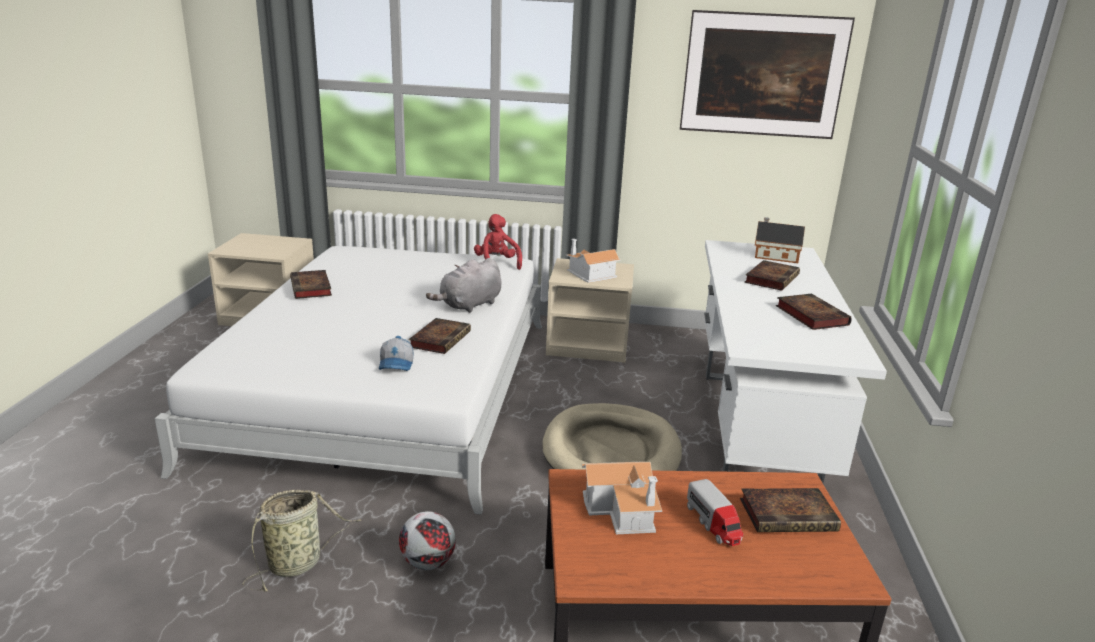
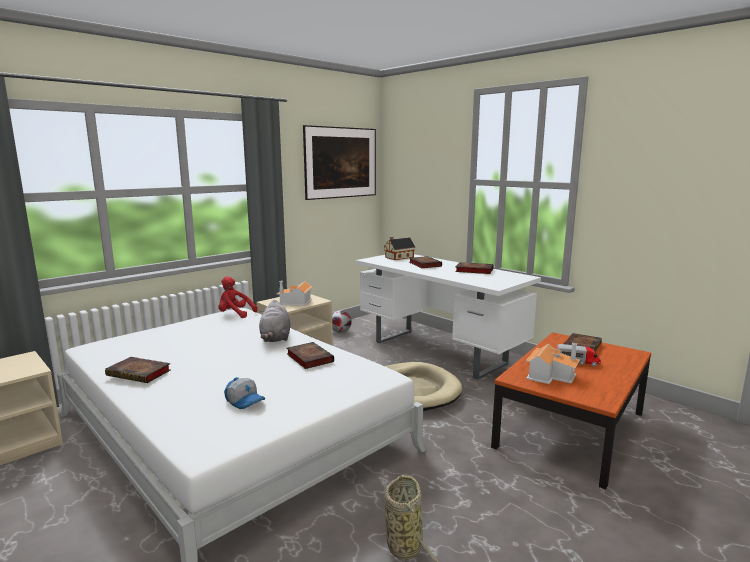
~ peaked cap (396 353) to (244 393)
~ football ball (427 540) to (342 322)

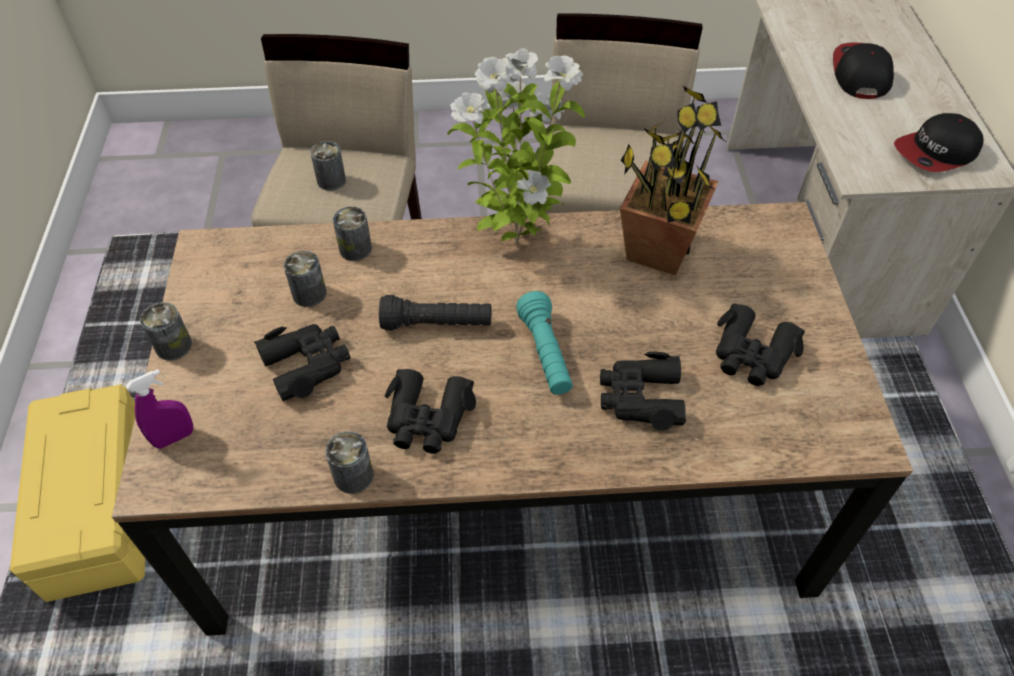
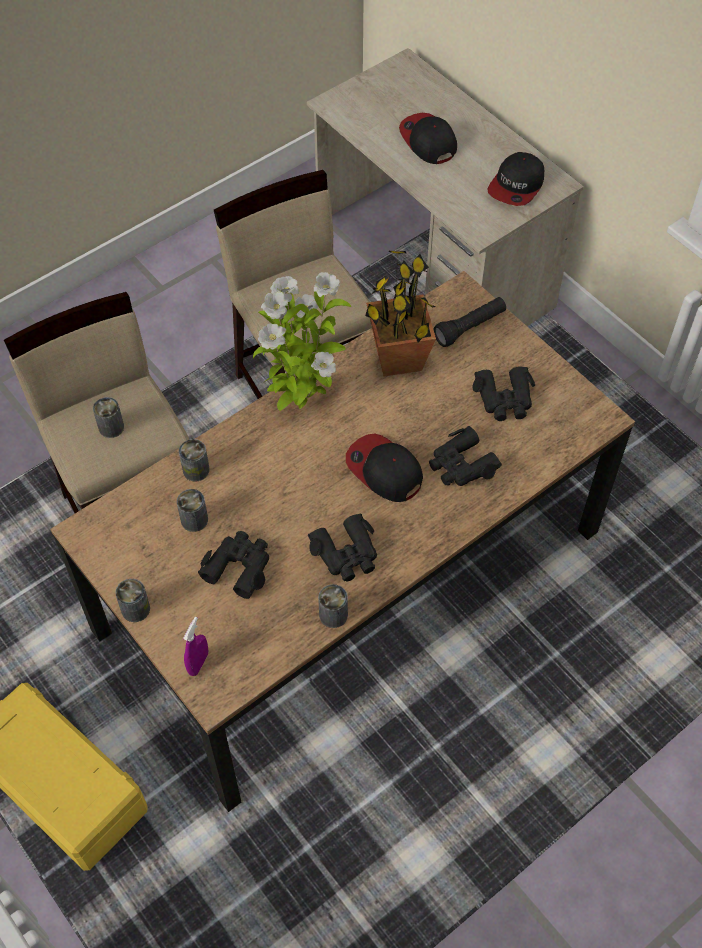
~ turquoise hand torch (544 343) to peaked cap (384 467)
~ black-coloured hand torch (435 312) to (469 322)

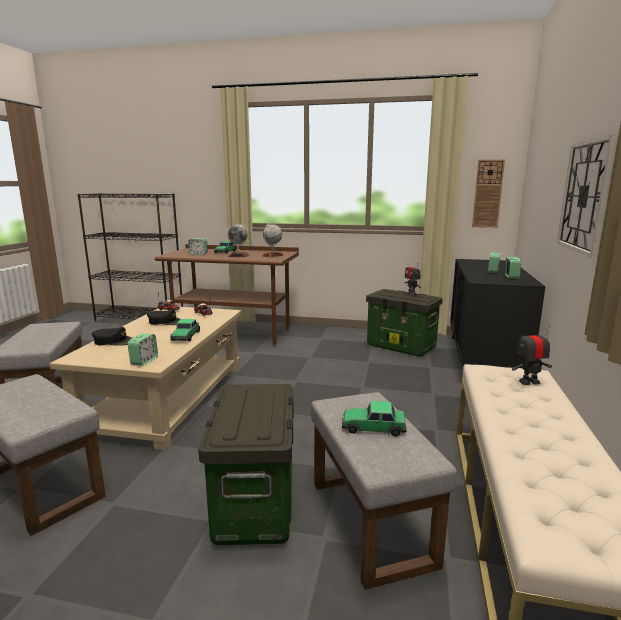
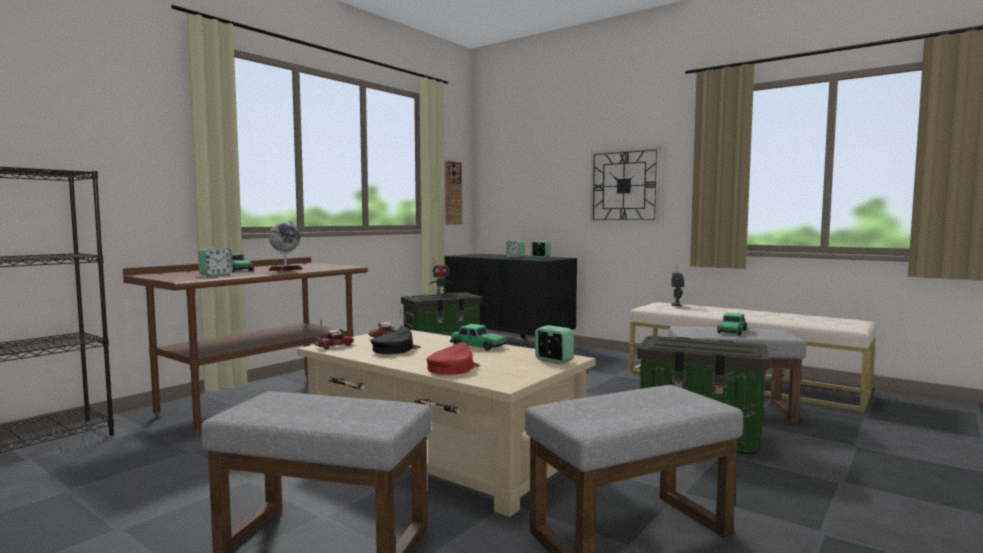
~ black-coloured peaked cap (112 336) to red peaked cap (453 359)
- desk globe (273 240)

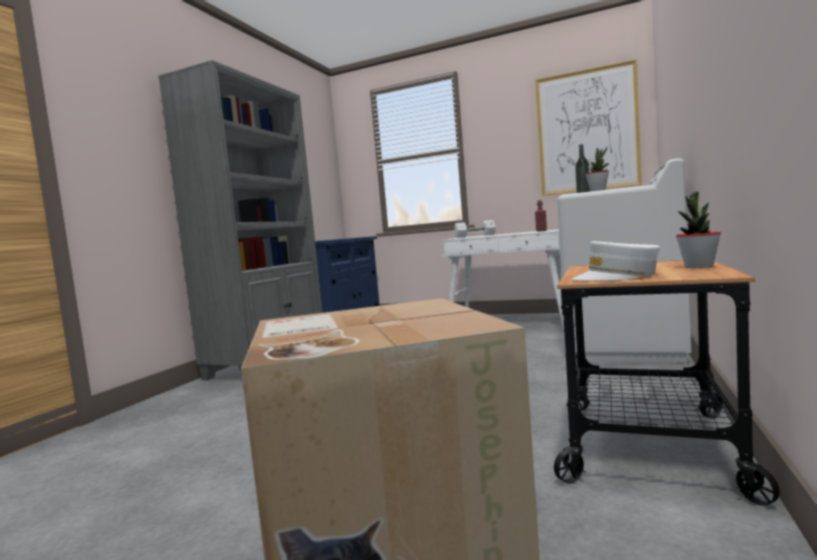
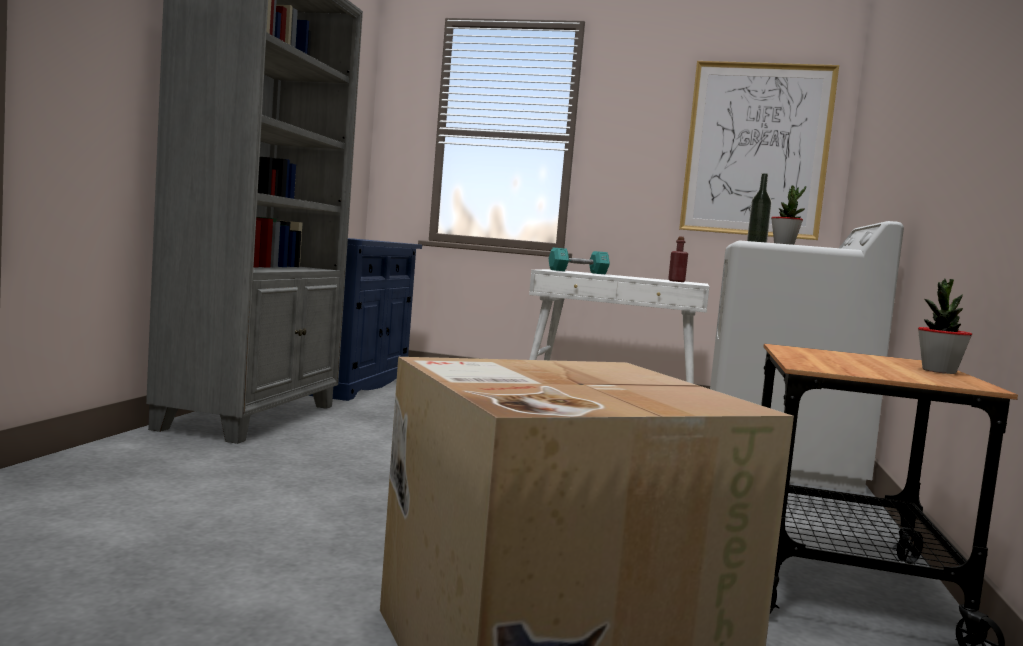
~ white-coloured free weight (475 229) to turquoise free weight (579 261)
- white-coloured peaked cap (616 261)

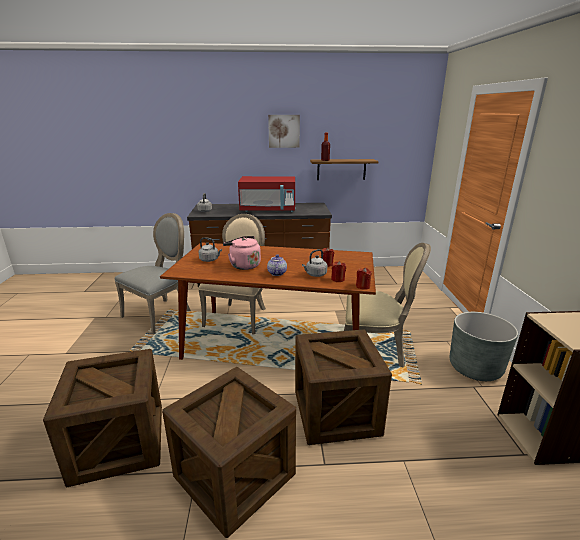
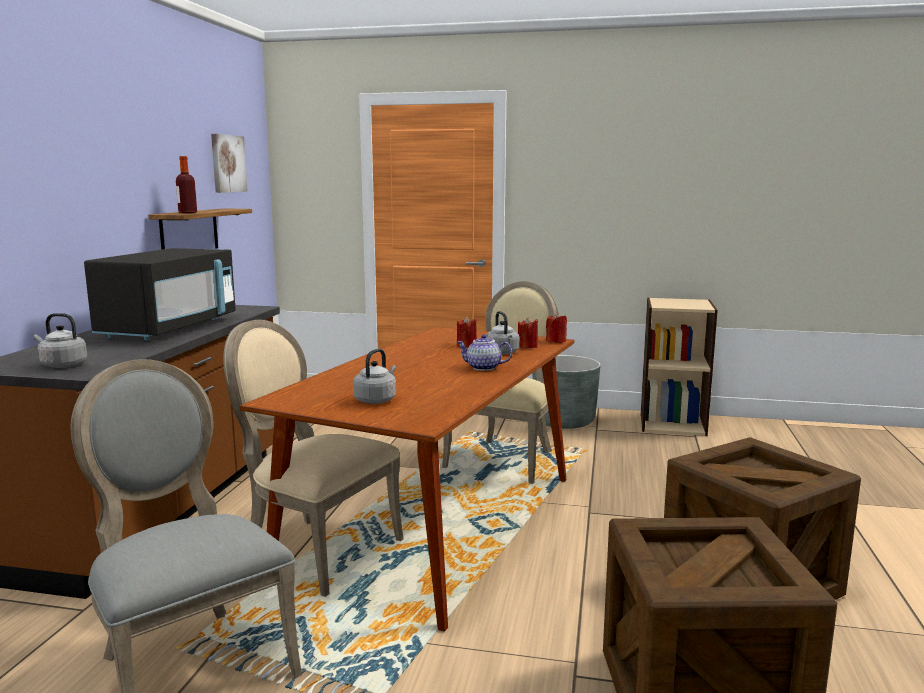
~ red microwave oven (266 194) to black-coloured microwave oven (160 294)
~ wall picture (284 131) to (229 163)
- pinkish kettle (242 253)
- shipping crate (343 387)

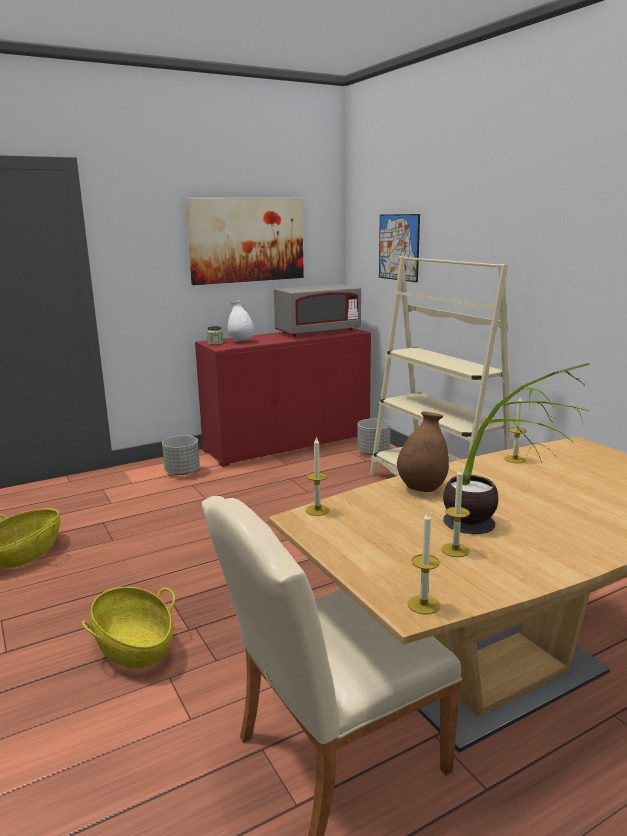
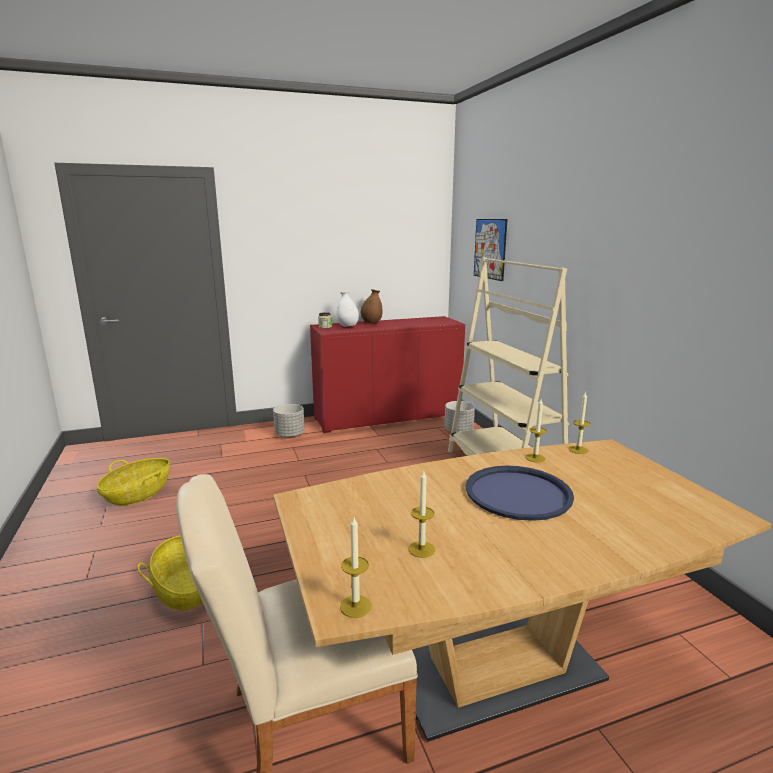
~ brown-coloured flower vase (423 452) to (372 306)
+ bluish tray (520 493)
~ candle (318 476) to (579 423)
- wall picture (244 241)
- gray microwave oven (317 310)
- houseplant (516 448)

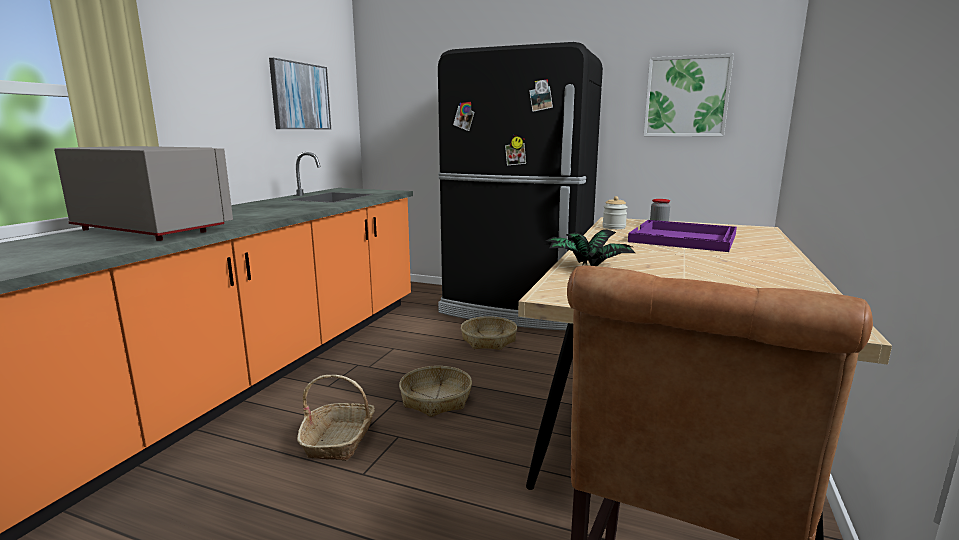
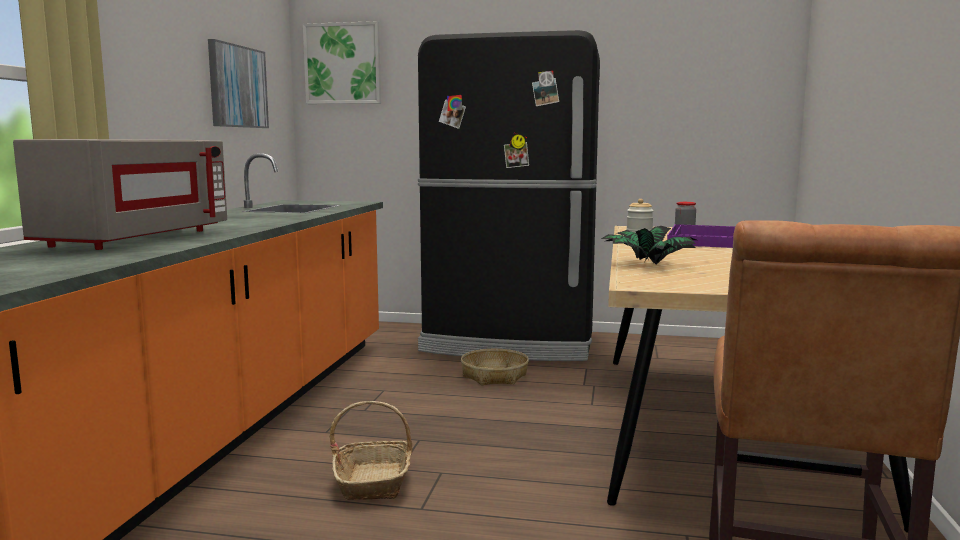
~ gray microwave oven (143 193) = (120 194) 90 degrees clockwise
~ wall picture (688 95) to (342 62)
- storage basket (435 391)

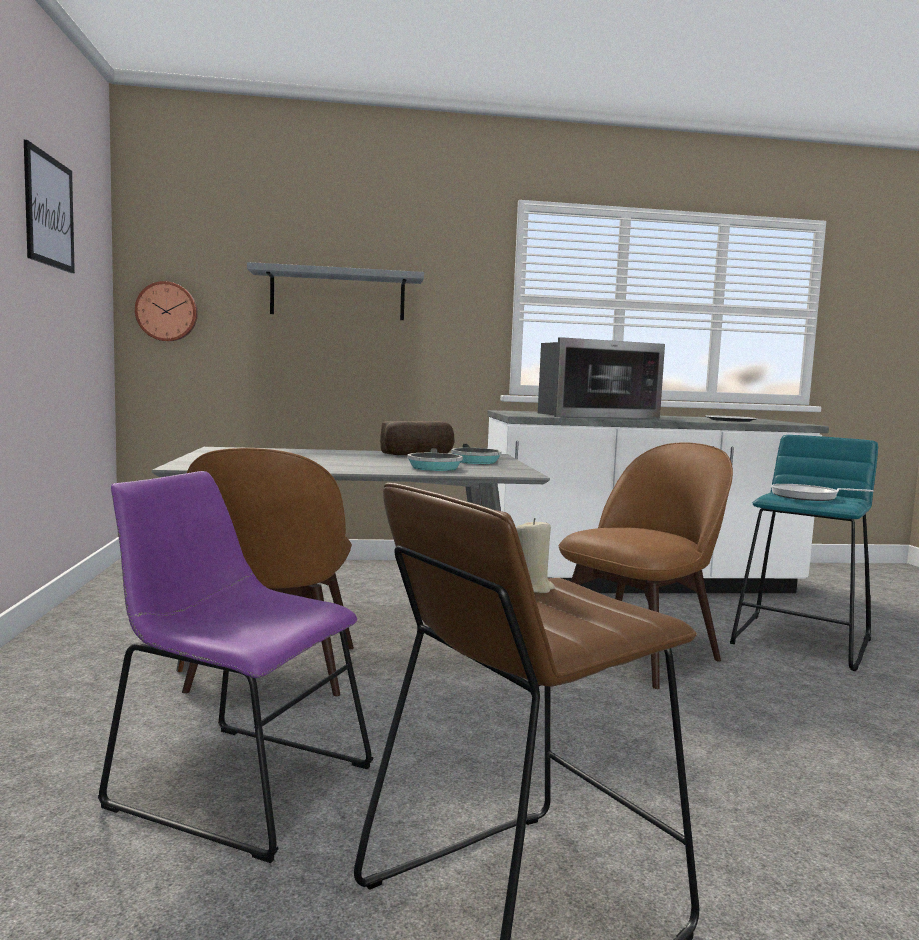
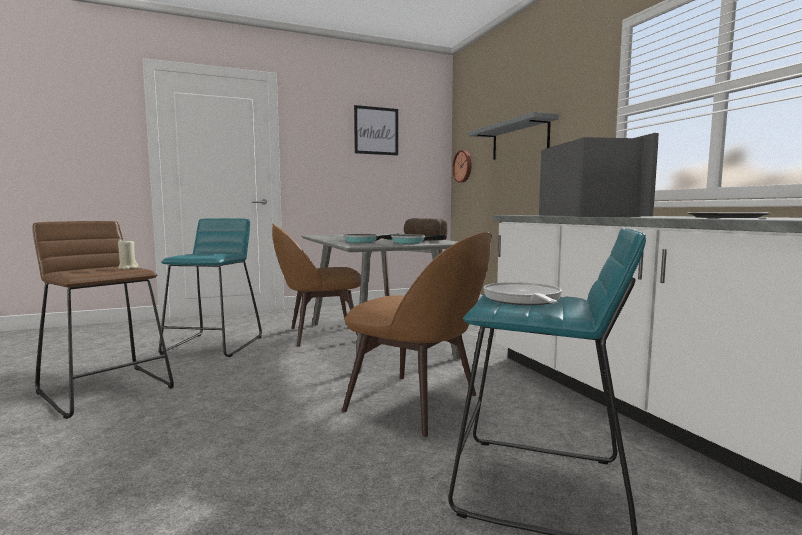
~ purple-coloured upright chair (235 667) to turquoise stool seat (210 287)
~ microwave oven (601 378) = (599 174) 150 degrees counterclockwise

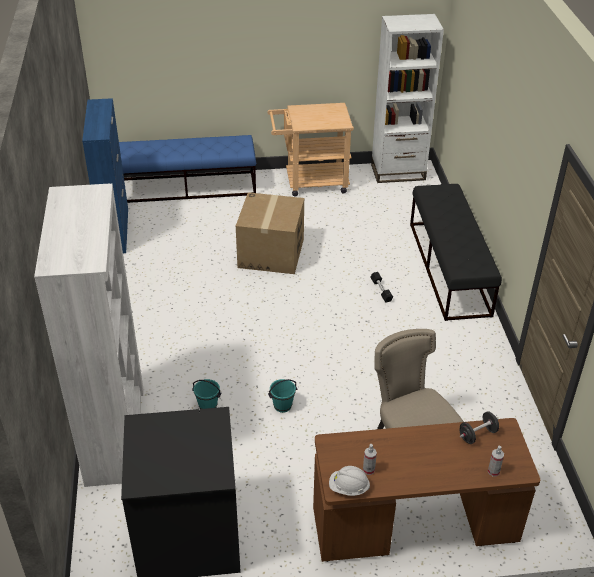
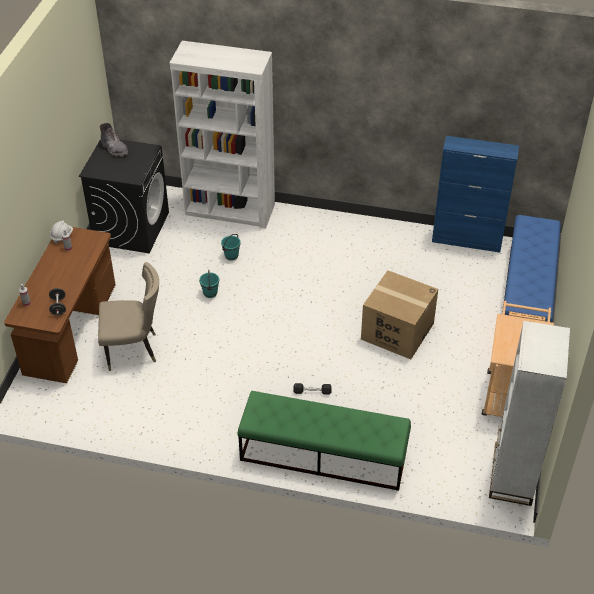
+ gray high-top boot (114 140)
~ black-coloured long seat (456 252) to green long seat (324 441)

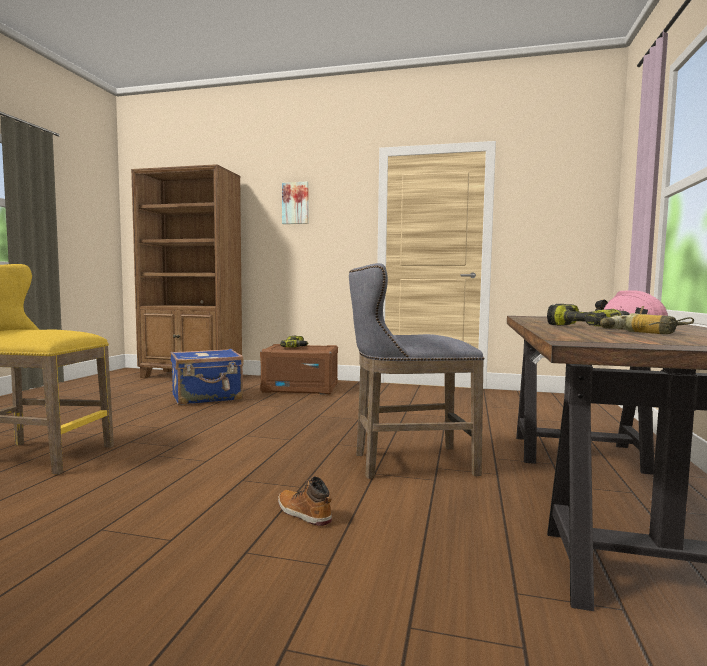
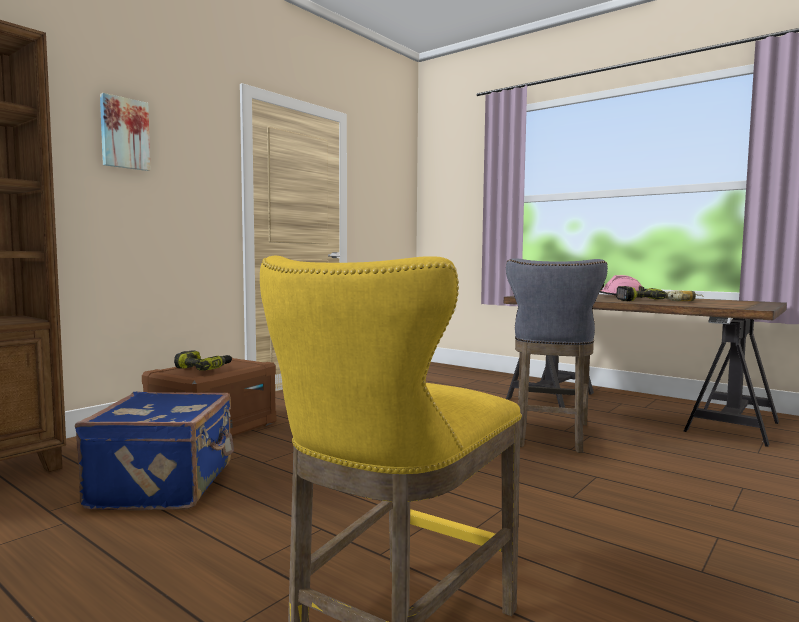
- high-top boot (305 501)

